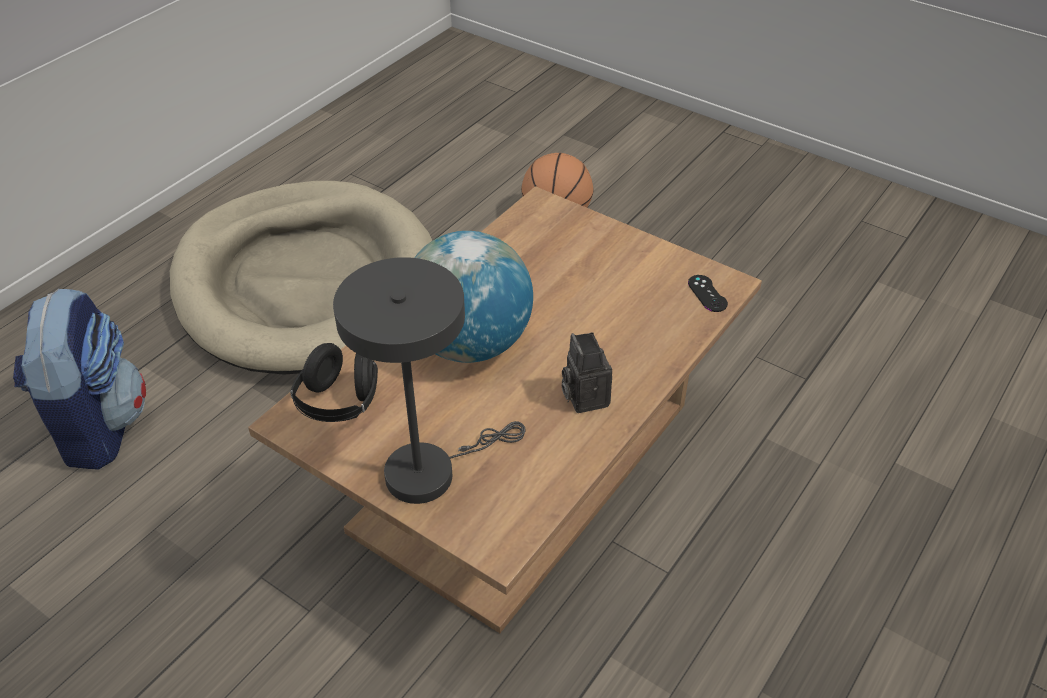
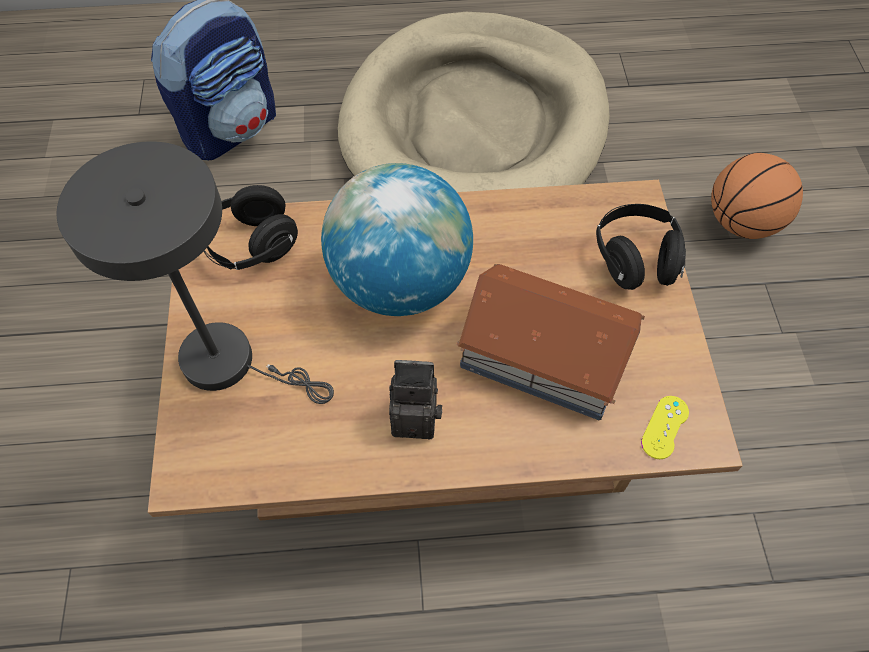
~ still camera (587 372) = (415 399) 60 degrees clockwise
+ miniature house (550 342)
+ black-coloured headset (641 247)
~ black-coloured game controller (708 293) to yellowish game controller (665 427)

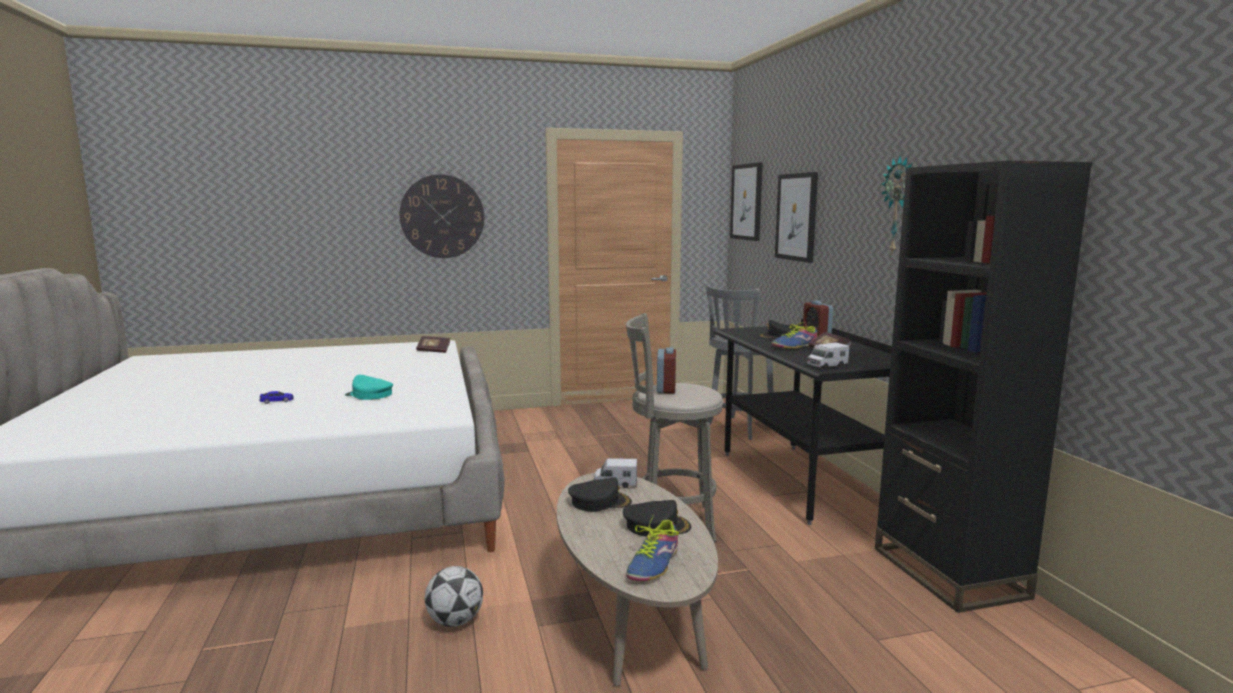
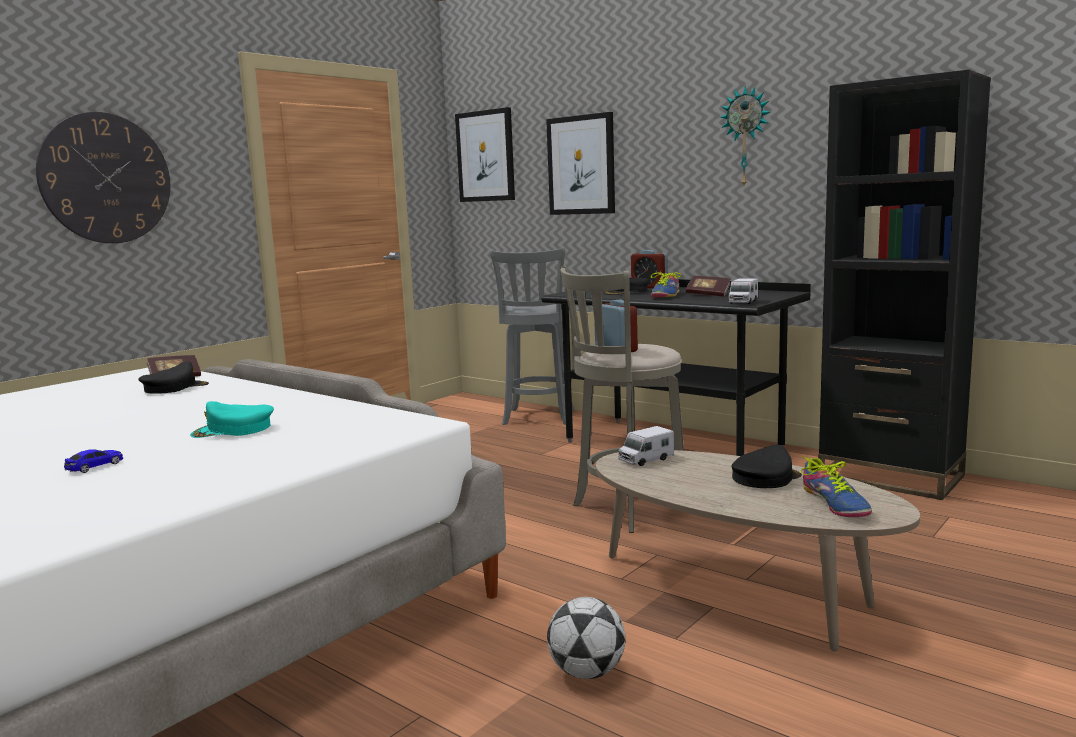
~ black-coloured peaked cap (600 494) to (173 377)

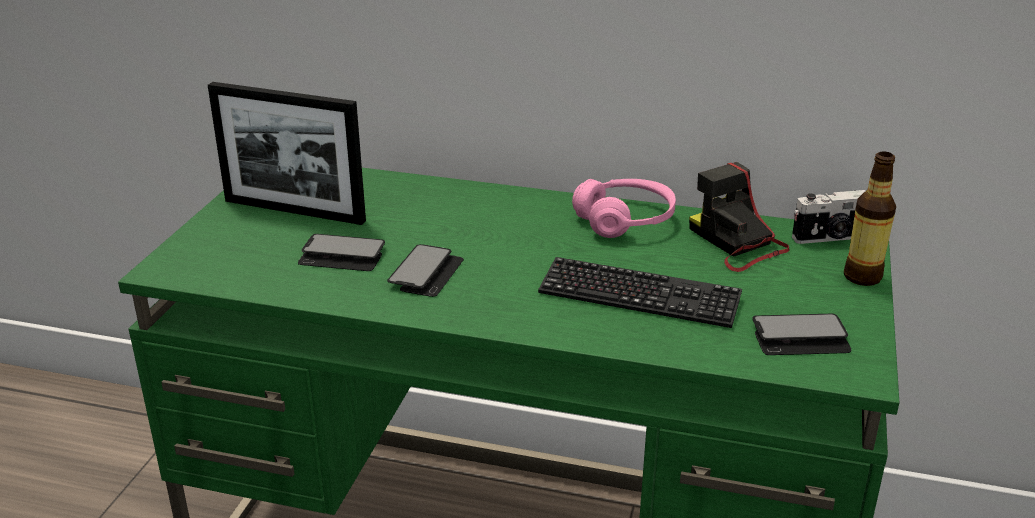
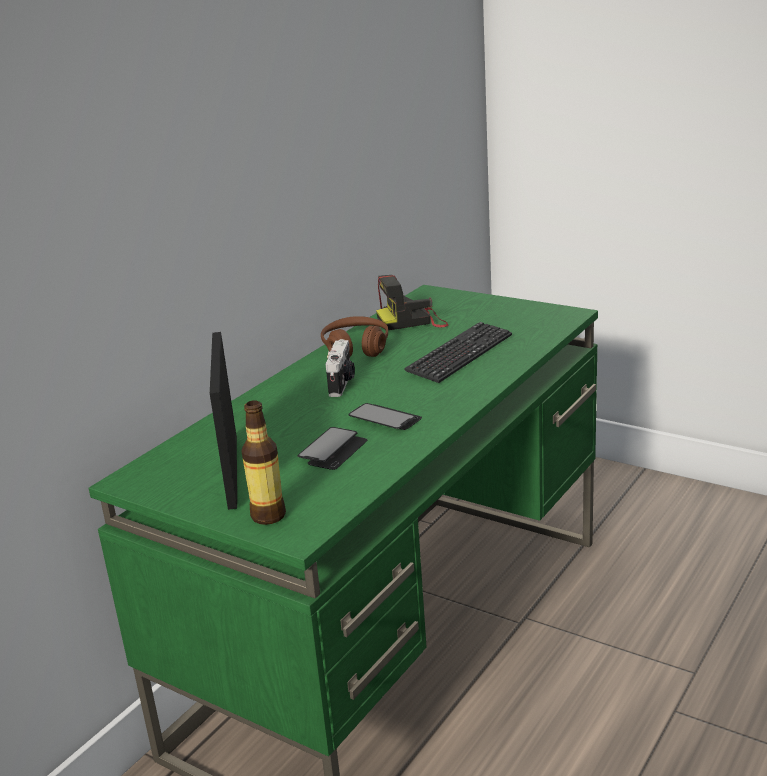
~ standing frame (287 153) = (223 421) 135 degrees clockwise
~ bottle (870 218) to (264 462)
~ pinkish headset (624 208) to brown-coloured headset (354 336)
~ still camera (828 217) to (340 368)
- phone (802 334)

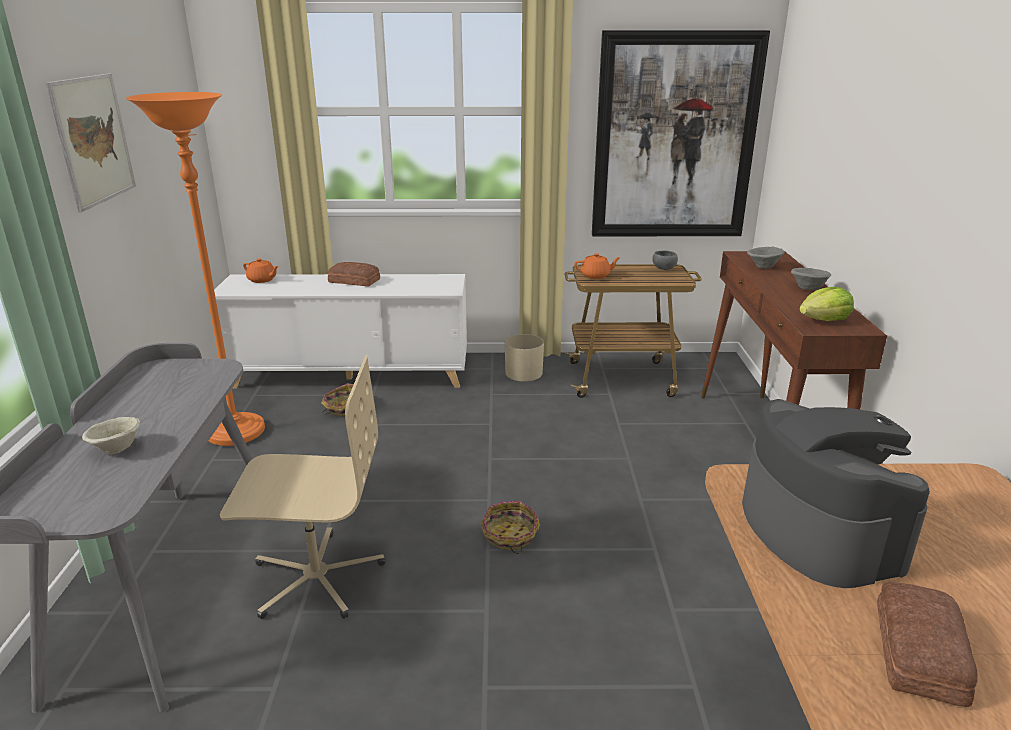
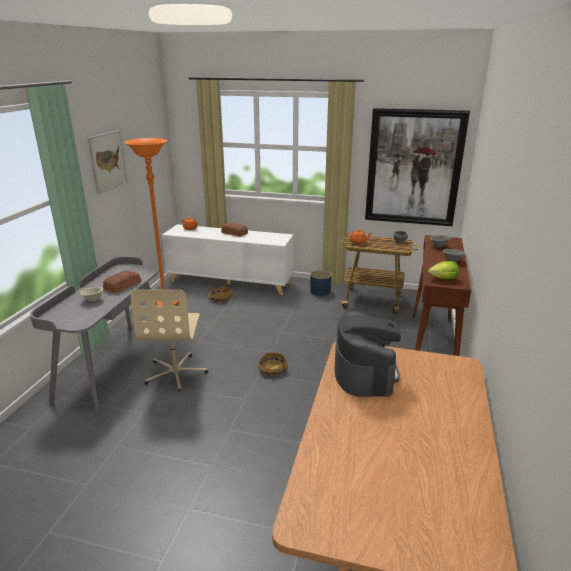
~ bakery bread (927 644) to (122 282)
~ beige-coloured office chair (302 486) = (169 341) 75 degrees clockwise
~ beige-coloured planter (524 358) to bluish planter (321 283)

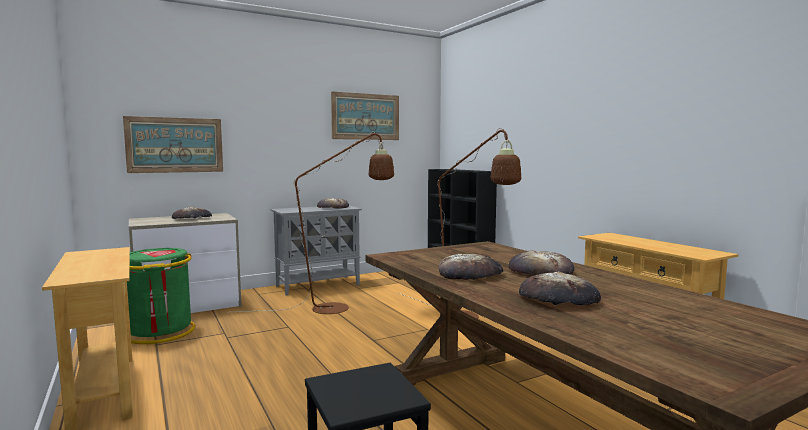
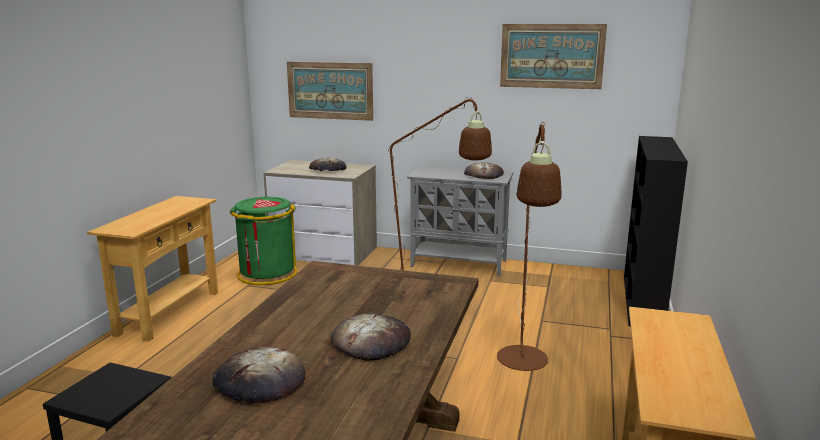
- bakery bread (471 267)

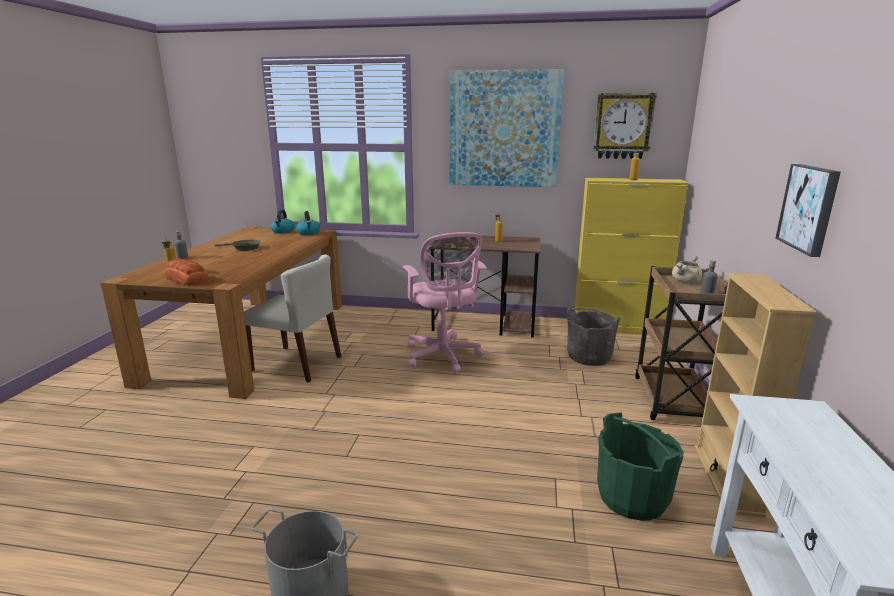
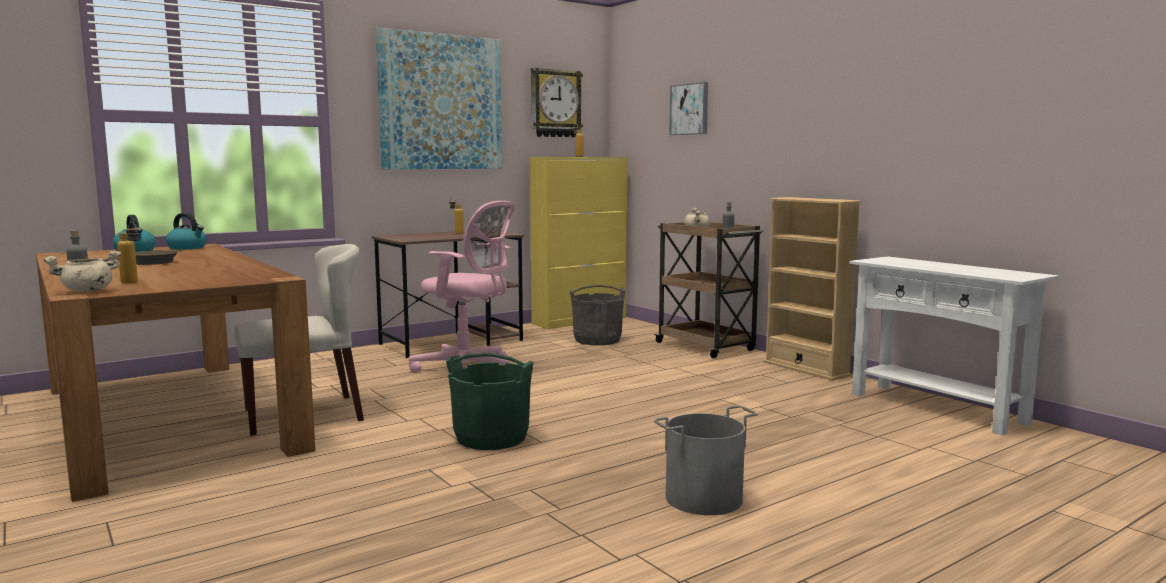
+ beige-coloured stockpot (82 271)
~ green bucket (640 466) to (490 401)
~ wall picture (808 210) to (688 108)
- bakery bread (186 272)

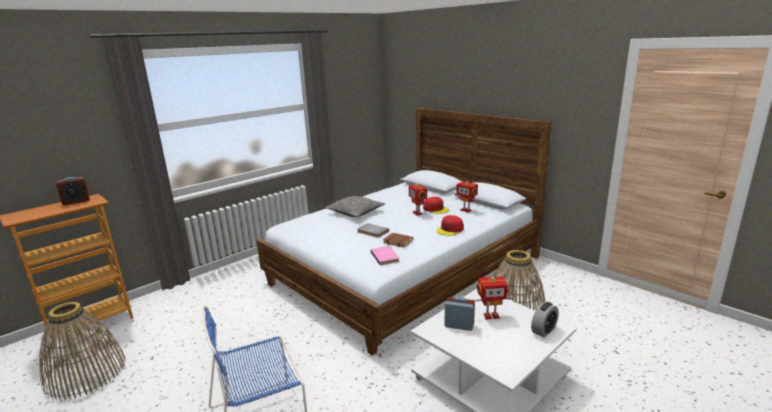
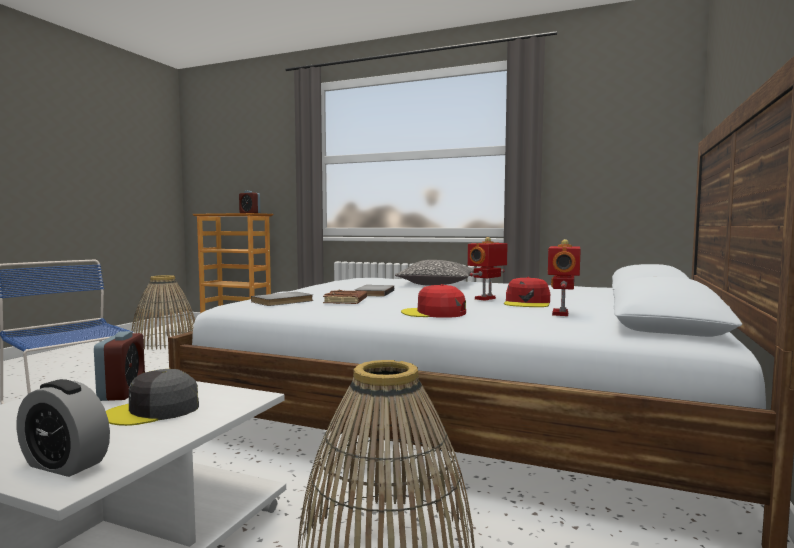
~ toy robot (492 298) to gray peaked cap (152 397)
~ pinkish bound book (385 255) to gray bound book (282 299)

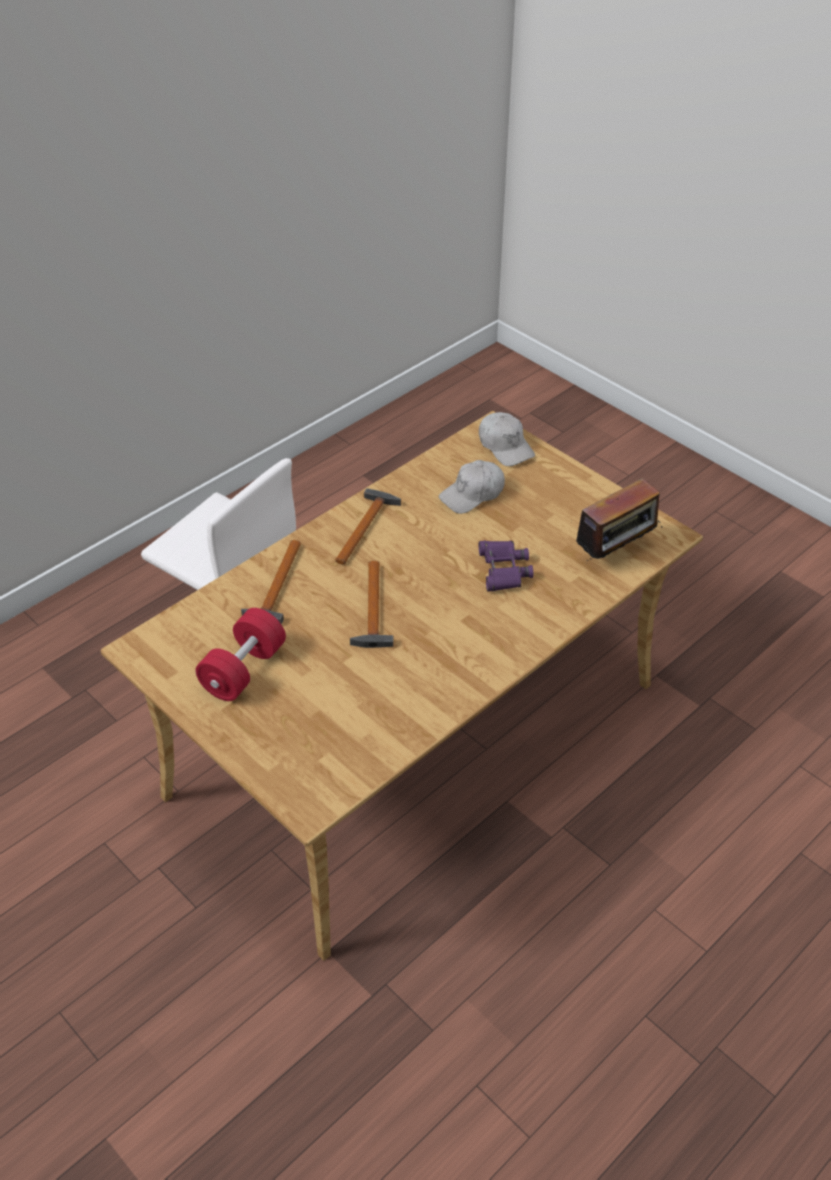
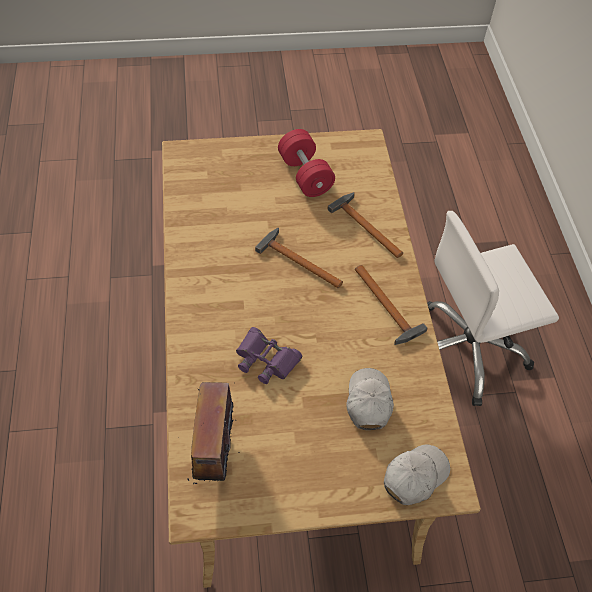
~ white-coloured peaked cap (507 439) = (417 475) 135 degrees clockwise

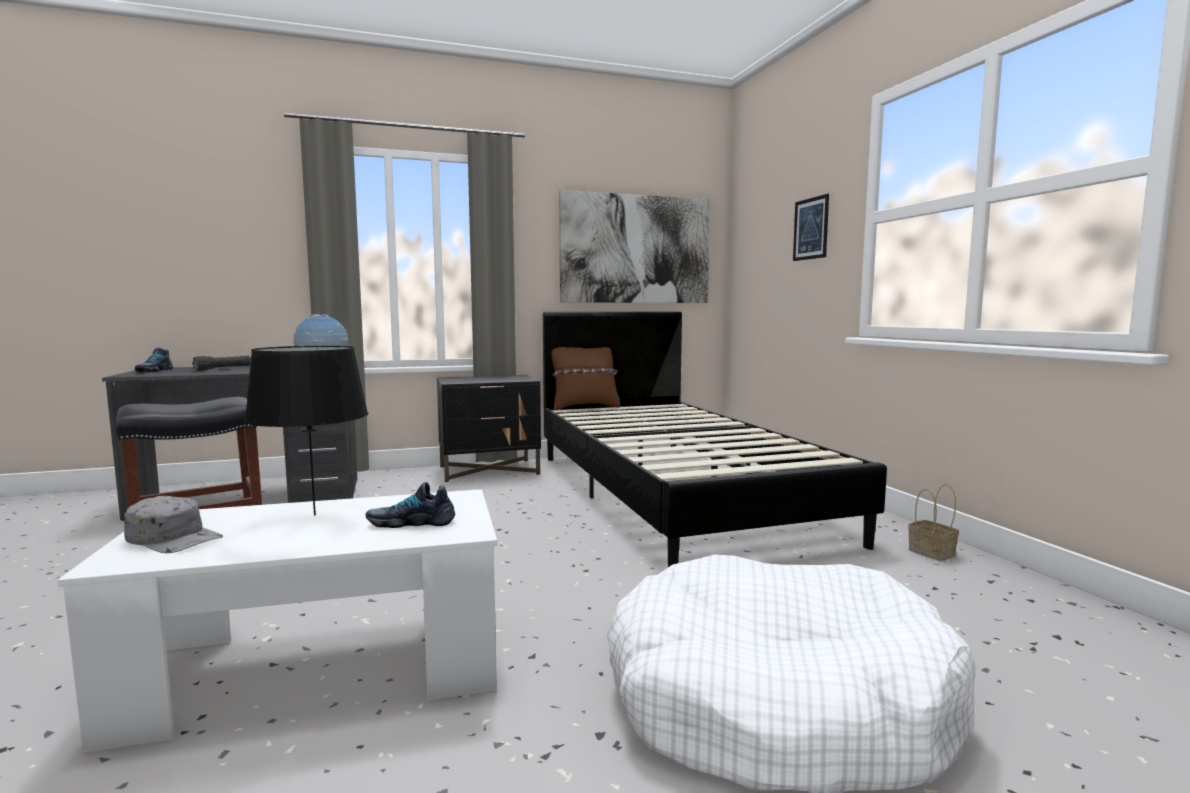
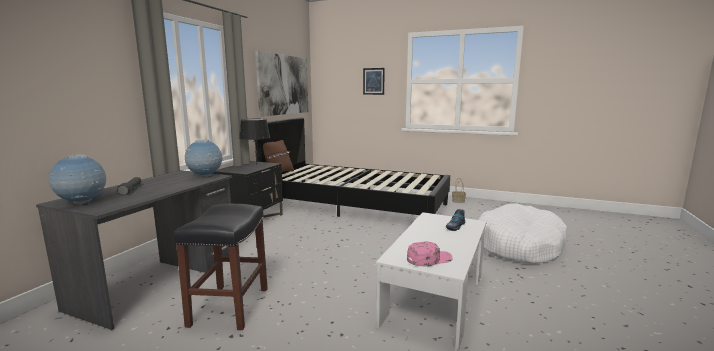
~ item of footwear (153 360) to desk globe (77 179)
~ black-coloured table lamp (306 431) to (254 142)
~ gray peaked cap (173 524) to pinkish peaked cap (430 253)

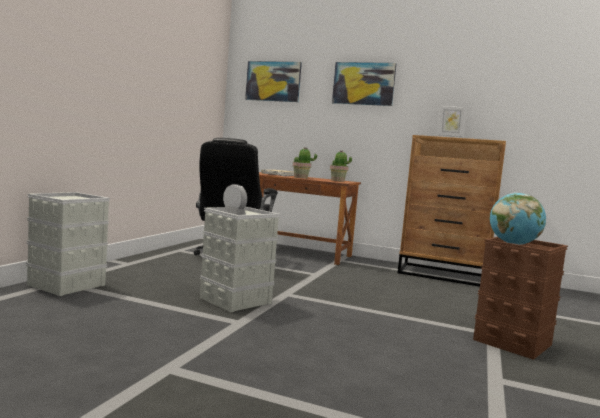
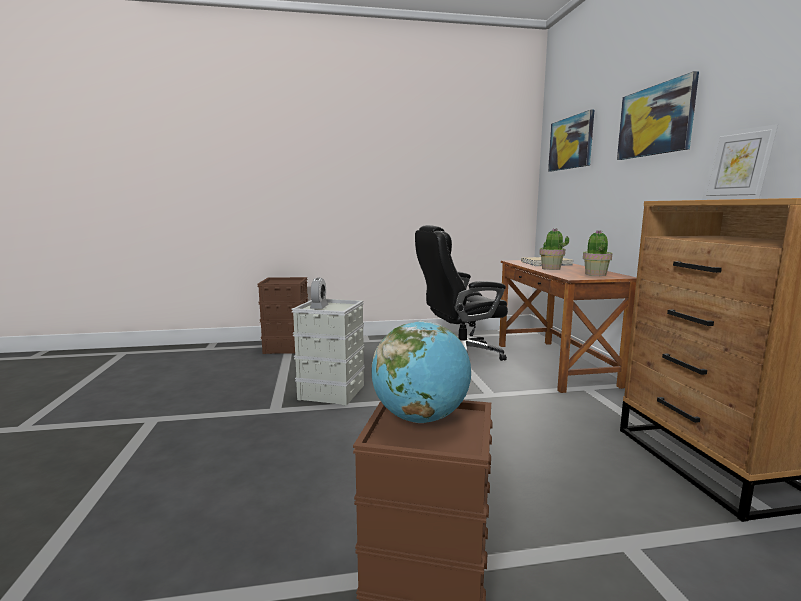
~ gray storage bin (68 244) to brown-coloured storage bin (282 315)

